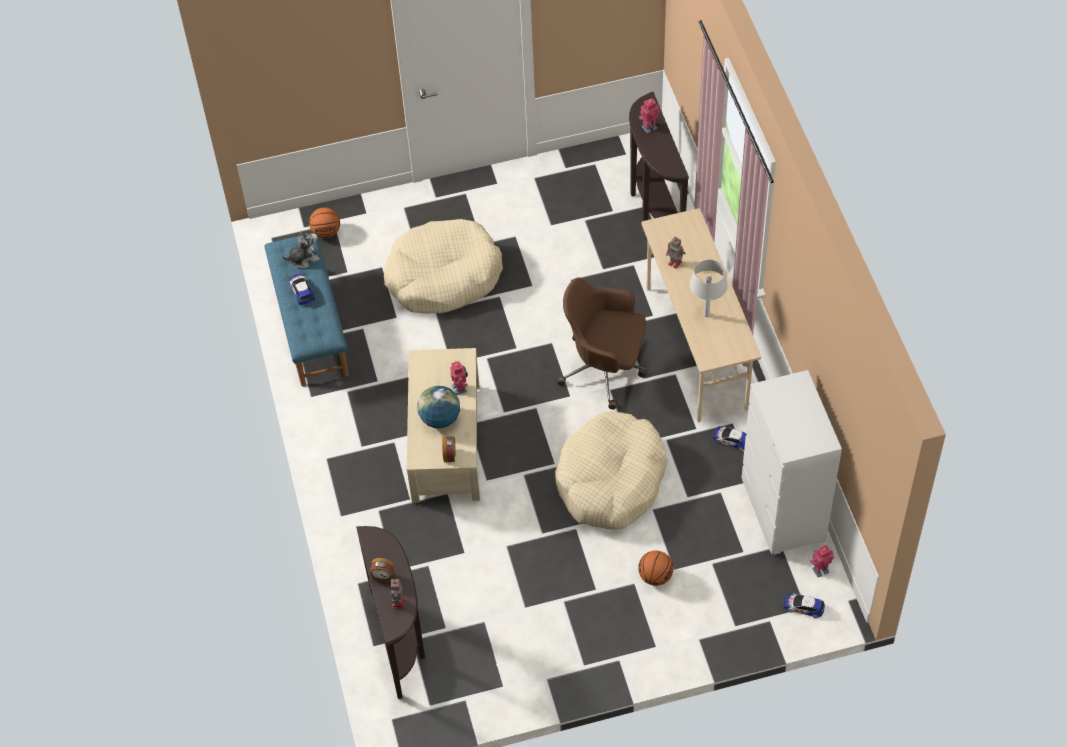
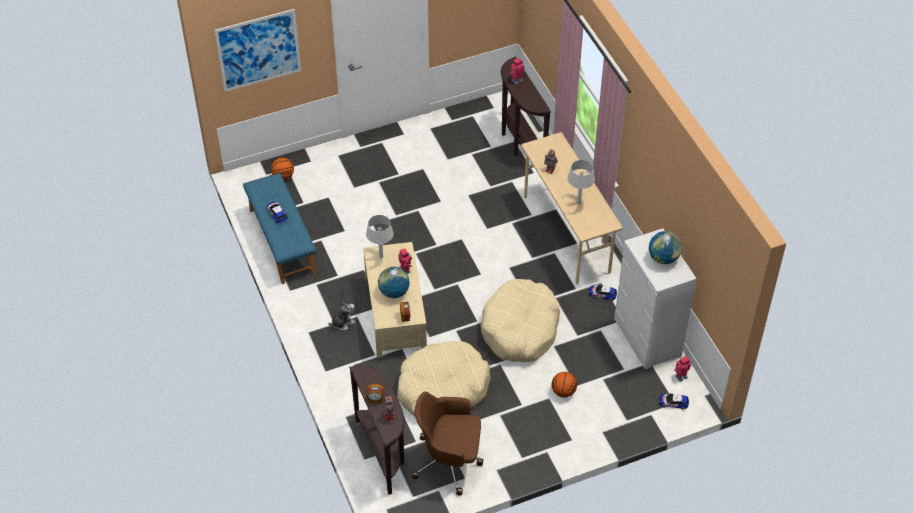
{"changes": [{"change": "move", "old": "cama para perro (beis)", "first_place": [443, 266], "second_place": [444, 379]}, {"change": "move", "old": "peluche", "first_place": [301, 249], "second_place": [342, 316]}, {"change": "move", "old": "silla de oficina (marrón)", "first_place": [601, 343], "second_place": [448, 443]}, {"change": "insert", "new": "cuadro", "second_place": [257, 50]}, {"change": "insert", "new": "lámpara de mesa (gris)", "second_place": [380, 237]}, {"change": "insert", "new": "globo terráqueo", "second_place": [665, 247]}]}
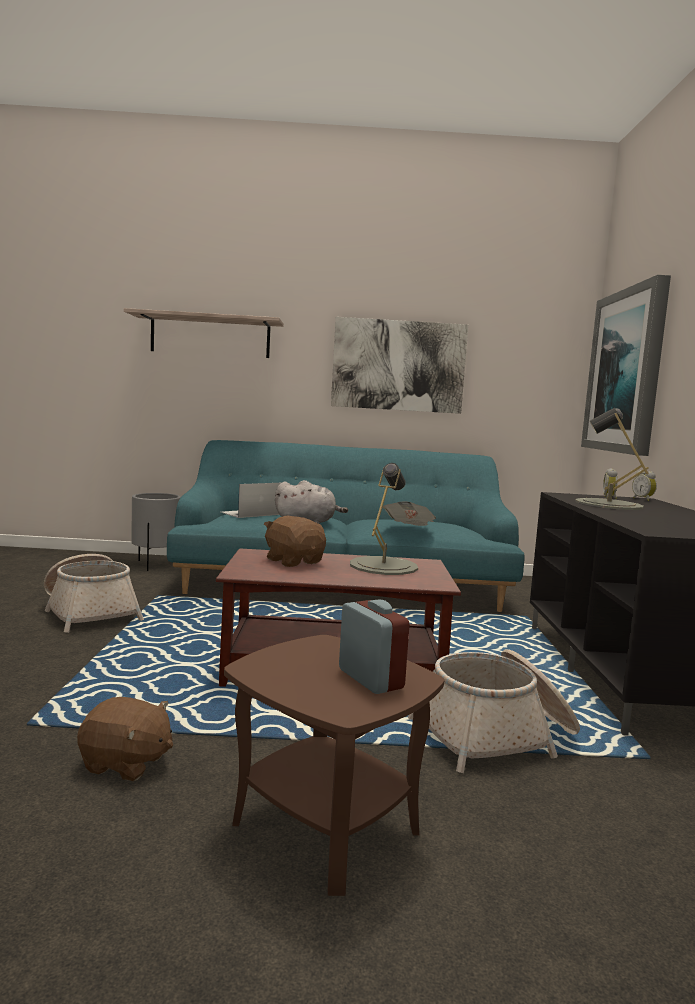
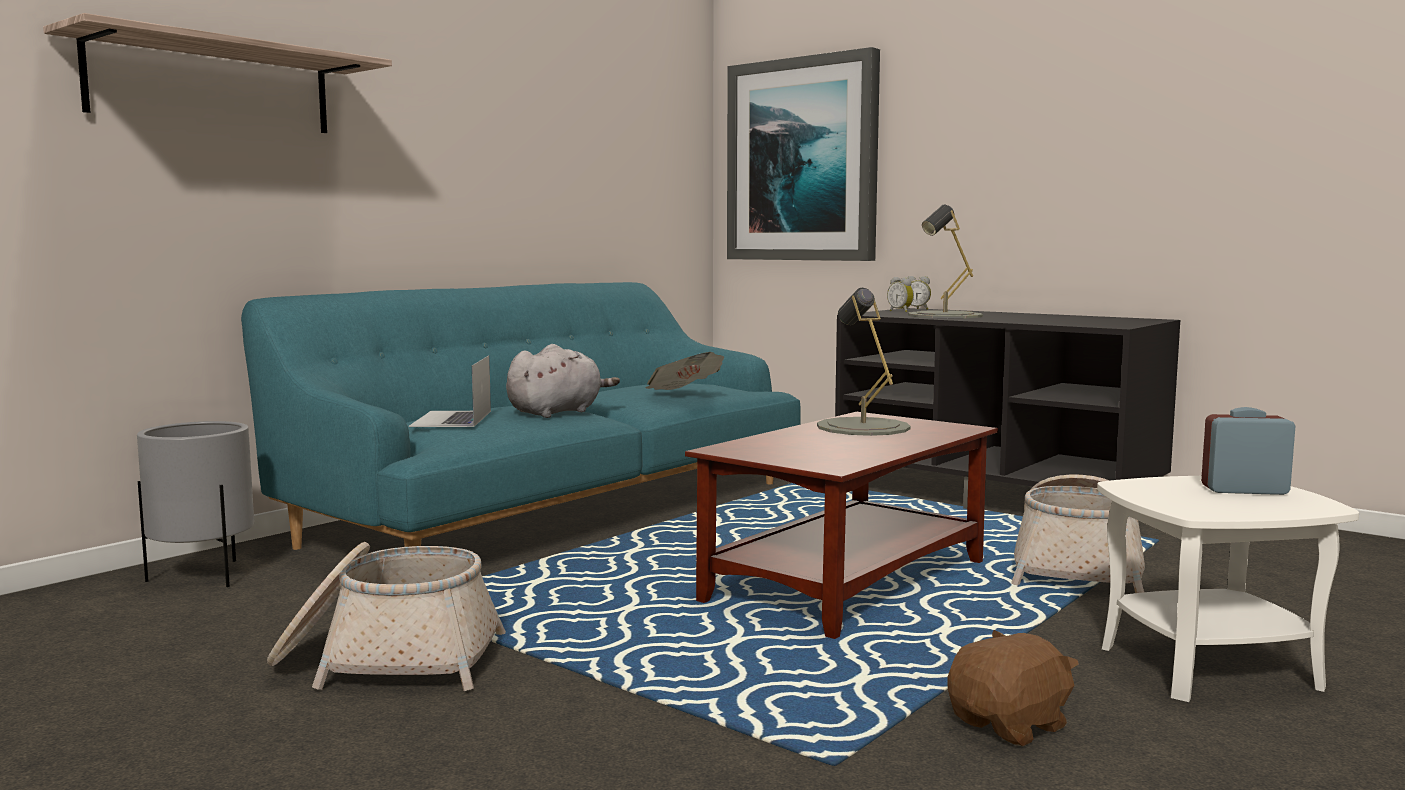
{"changes": [{"change": "delete", "old": "cuadro", "first_place": [399, 365]}, {"change": "delete", "old": "peluche (marrón)", "first_place": [295, 541]}, {"change": "recolor", "old": "mesa auxiliar (marrón)", "new": "mesa auxiliar (blanco)", "first_place": [334, 765], "second_place": [1228, 589]}]}
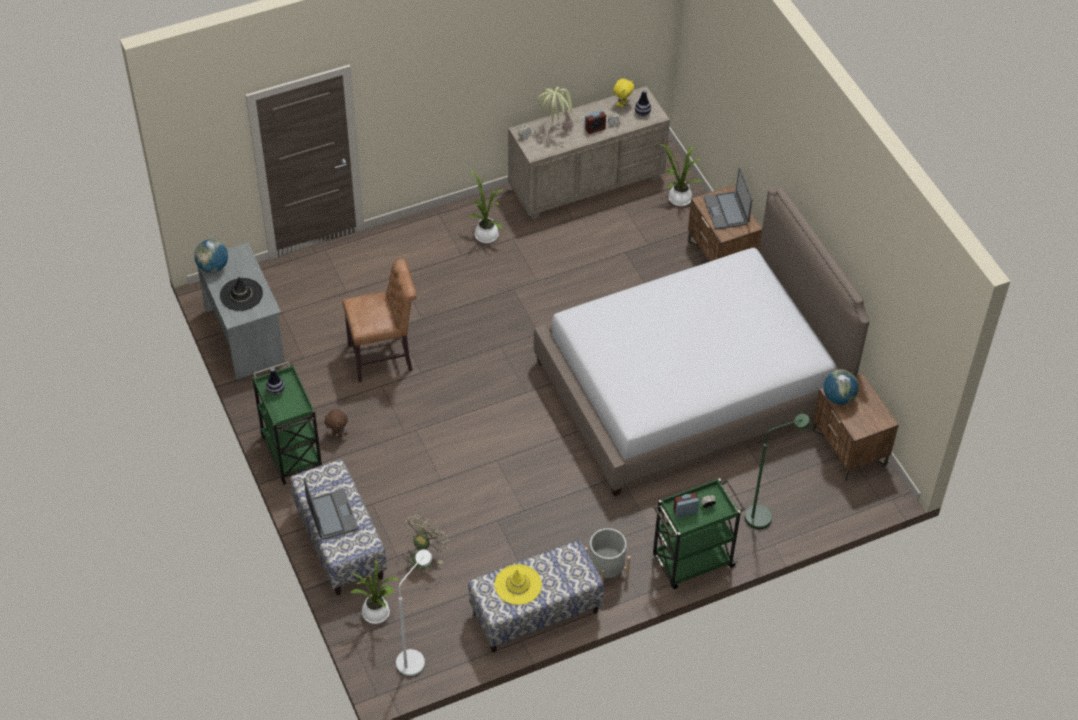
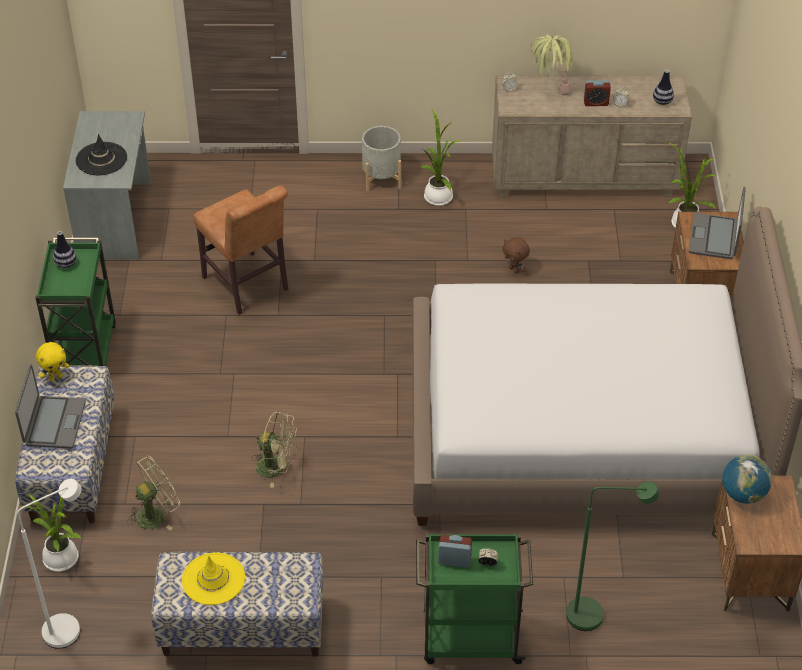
{"changes": [{"change": "move", "old": "peluche (amarillo)", "first_place": [623, 93], "second_place": [52, 361]}, {"change": "delete", "old": "globo terráqueo", "first_place": [211, 256]}, {"change": "rotate", "old": "silla (marrón)", "first_place": [379, 320], "second_place": [241, 250], "degrees": 45}, {"change": "move", "old": "peluche (marrón)", "first_place": [336, 423], "second_place": [516, 255]}, {"change": "move", "old": "maceta (gris)", "first_place": [607, 555], "second_place": [381, 159]}, {"change": "insert", "new": "ventilador (verde)", "second_place": [274, 449]}]}
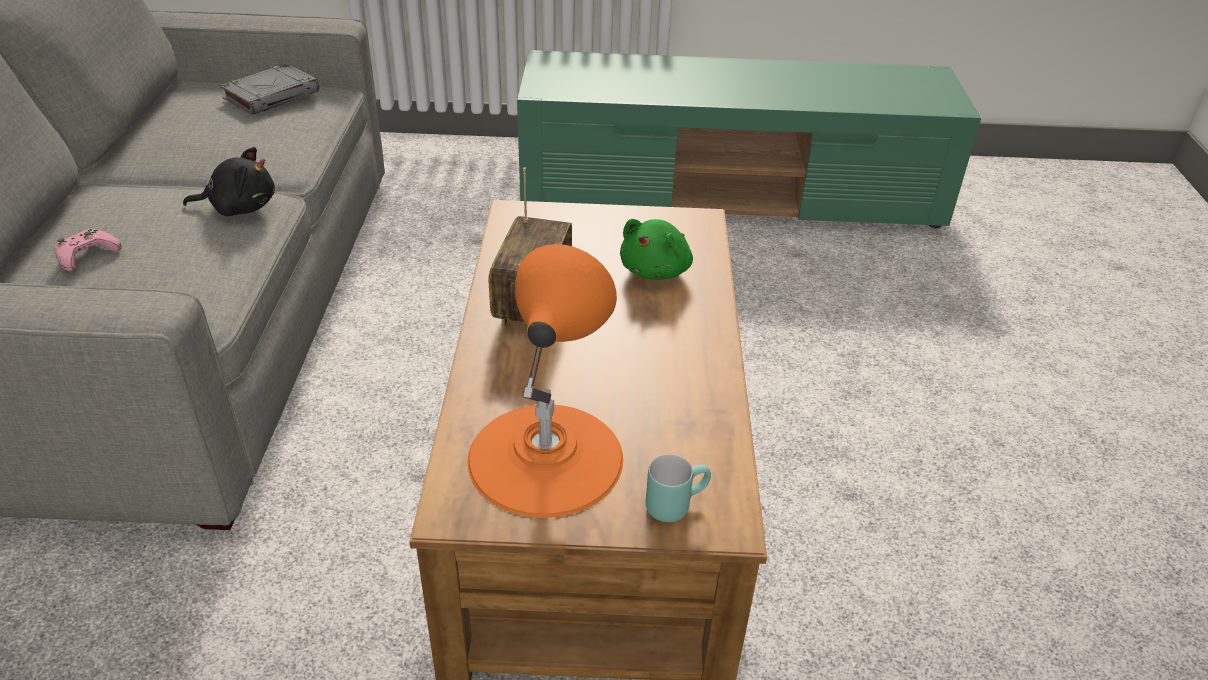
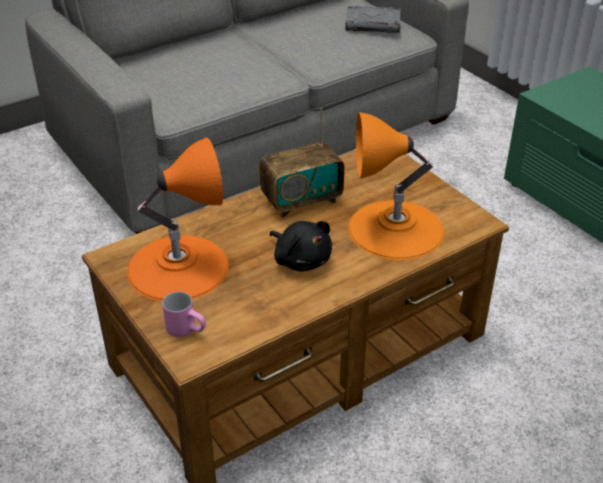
{"changes": [{"change": "move", "old": "peluche (negro)", "first_place": [229, 181], "second_place": [301, 246]}, {"change": "replace", "old": "peluche (verde)", "new": "lámpara de mesa (naranja)", "first_place": [656, 249], "second_place": [396, 186]}, {"change": "delete", "old": "mando de consola (rosa)", "first_place": [88, 250]}, {"change": "recolor", "old": "taza grande (turquesa)", "new": "taza grande (rosa)", "first_place": [678, 488], "second_place": [184, 314]}]}
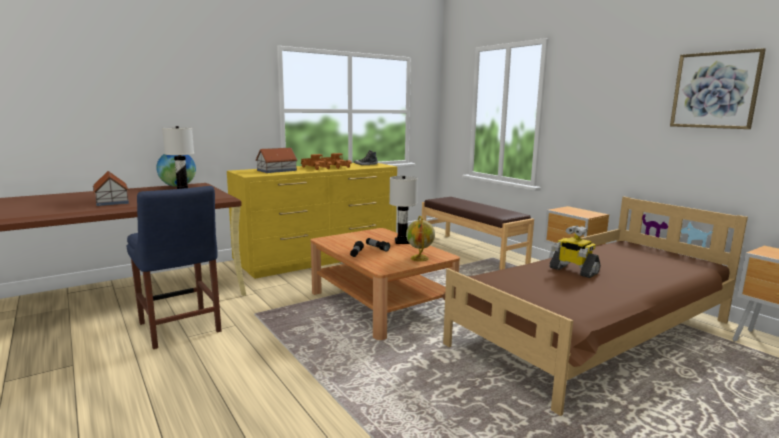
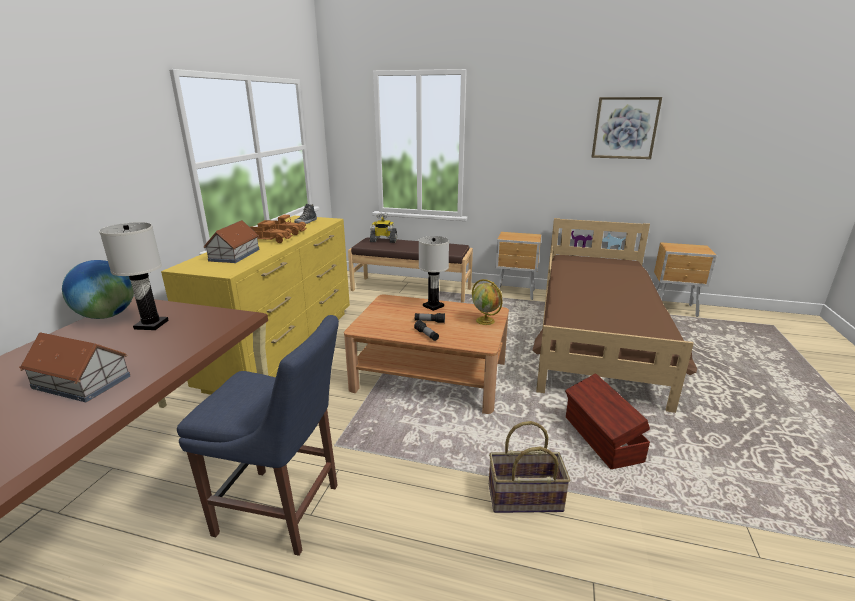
{"changes": [{"change": "move", "old": "robot de juguete", "first_place": [575, 251], "second_place": [383, 227]}, {"change": "insert", "new": "caja de almacenaje (marrón)", "second_place": [607, 421]}, {"change": "insert", "new": "cesta", "second_place": [529, 467]}]}
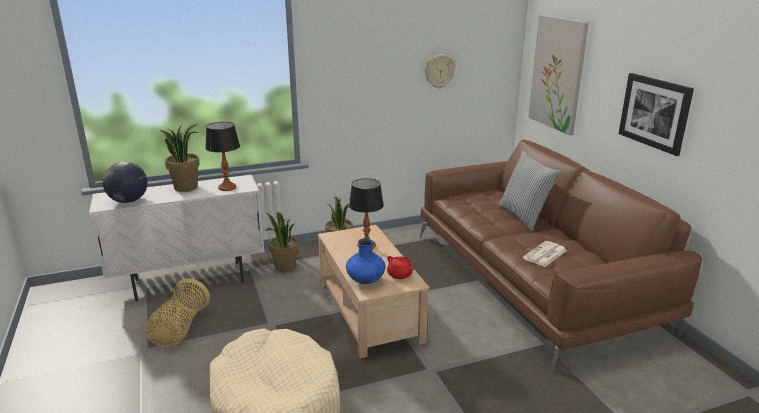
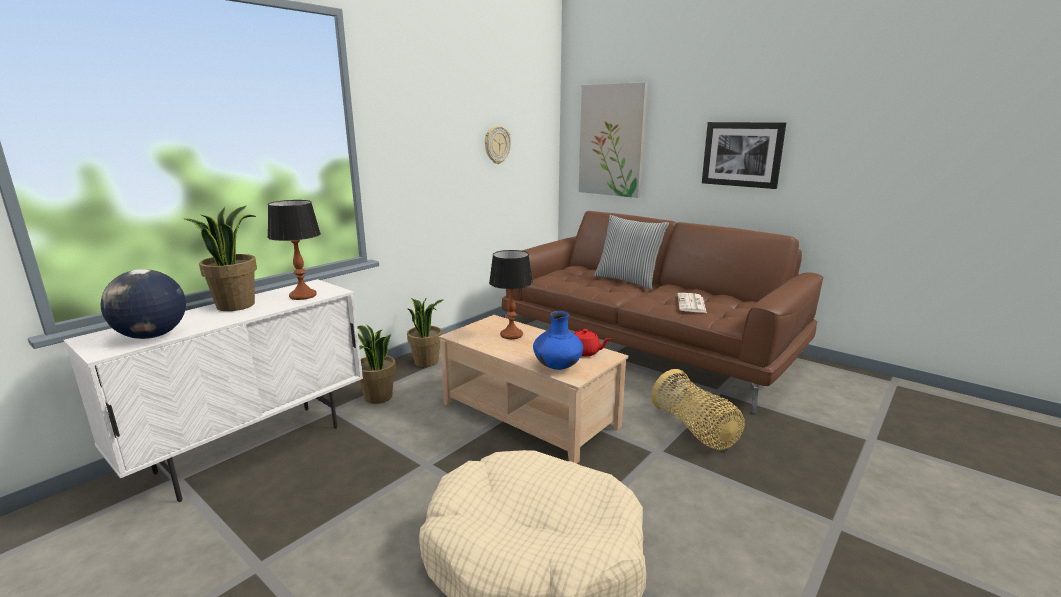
{"changes": [{"change": "move", "old": "cesta", "first_place": [177, 313], "second_place": [698, 409]}]}
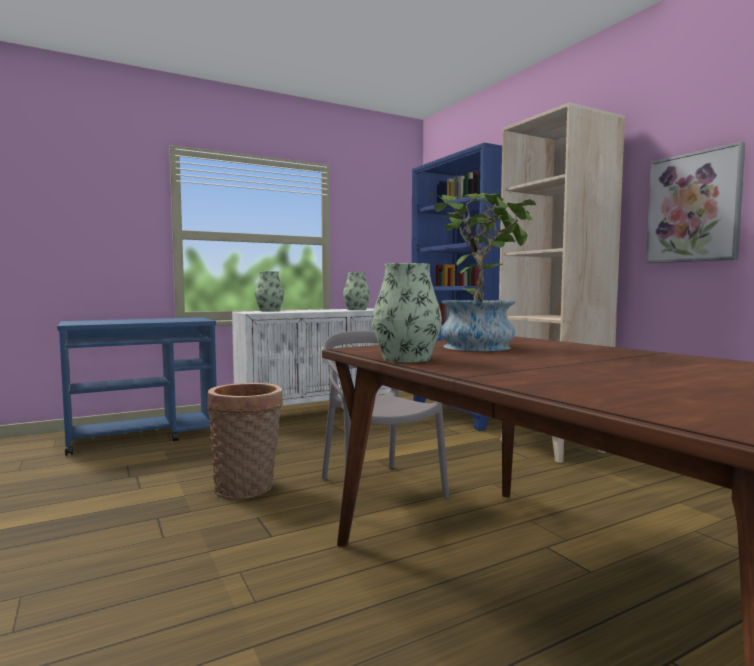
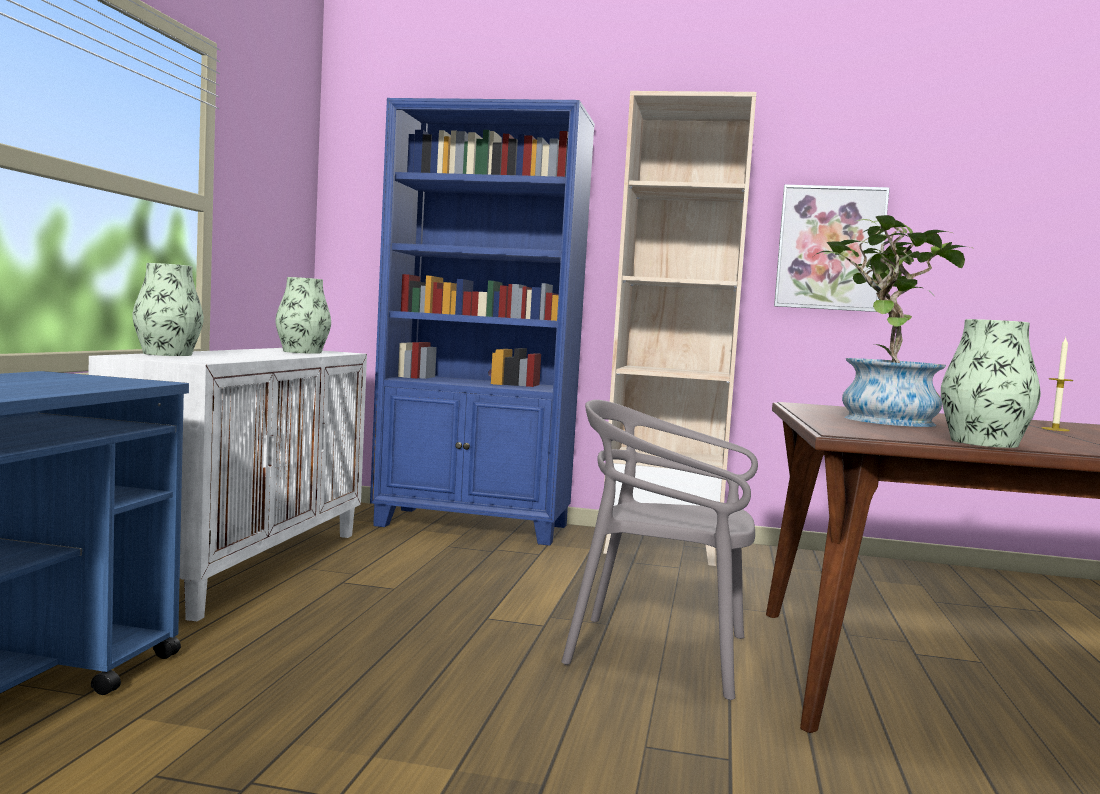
{"changes": [{"change": "delete", "old": "cesta", "first_place": [245, 441]}, {"change": "insert", "new": "vela", "second_place": [1057, 384]}]}
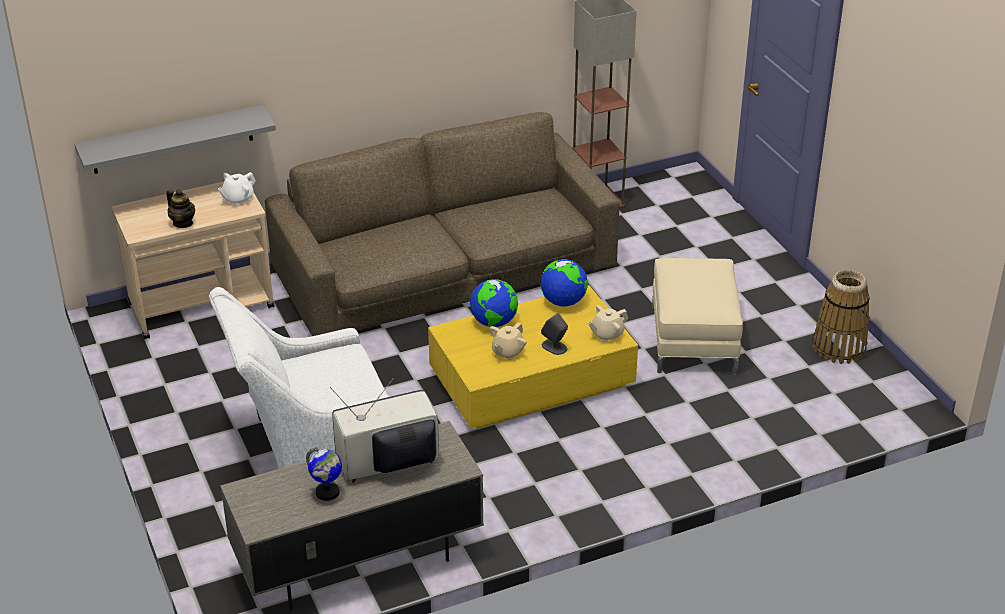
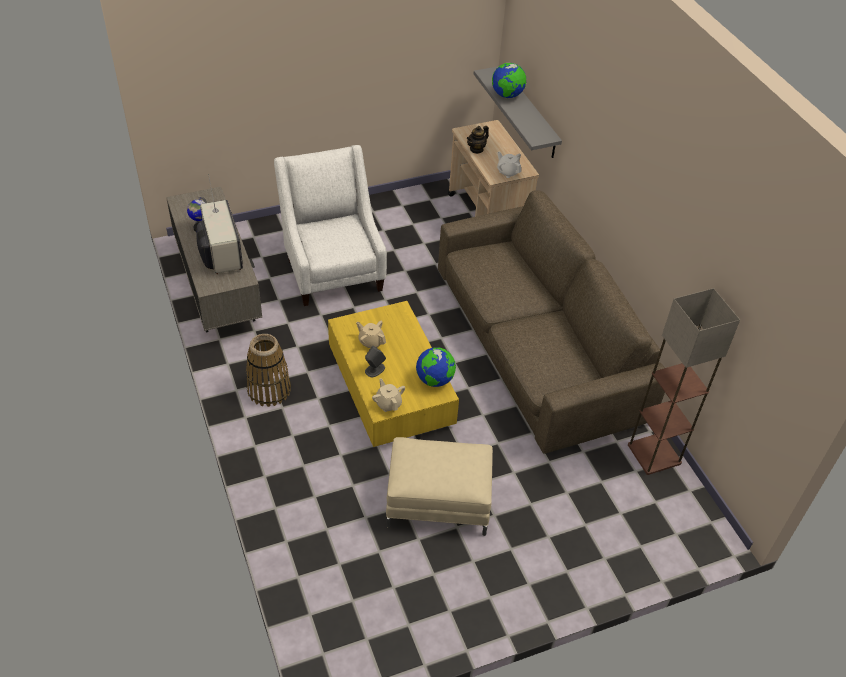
{"changes": [{"change": "move", "old": "cesta", "first_place": [841, 317], "second_place": [268, 370]}, {"change": "move", "old": "globo terráqueo", "first_place": [494, 303], "second_place": [509, 80]}]}
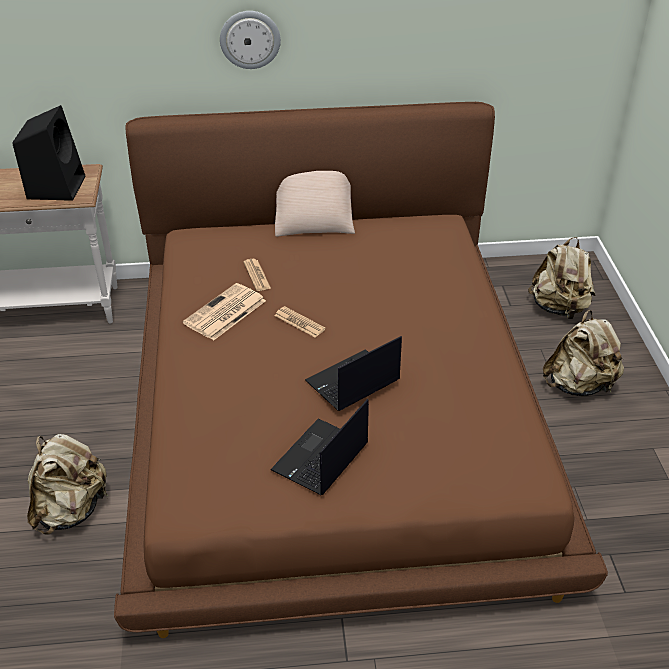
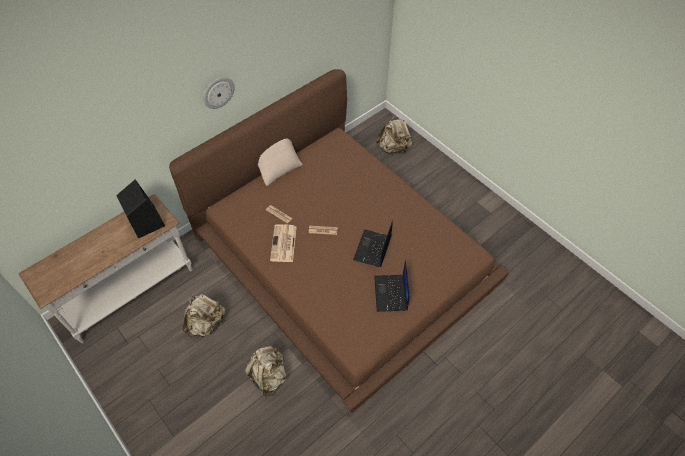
{"changes": [{"change": "move", "old": "mochila (beis)", "first_place": [583, 353], "second_place": [204, 316]}]}
